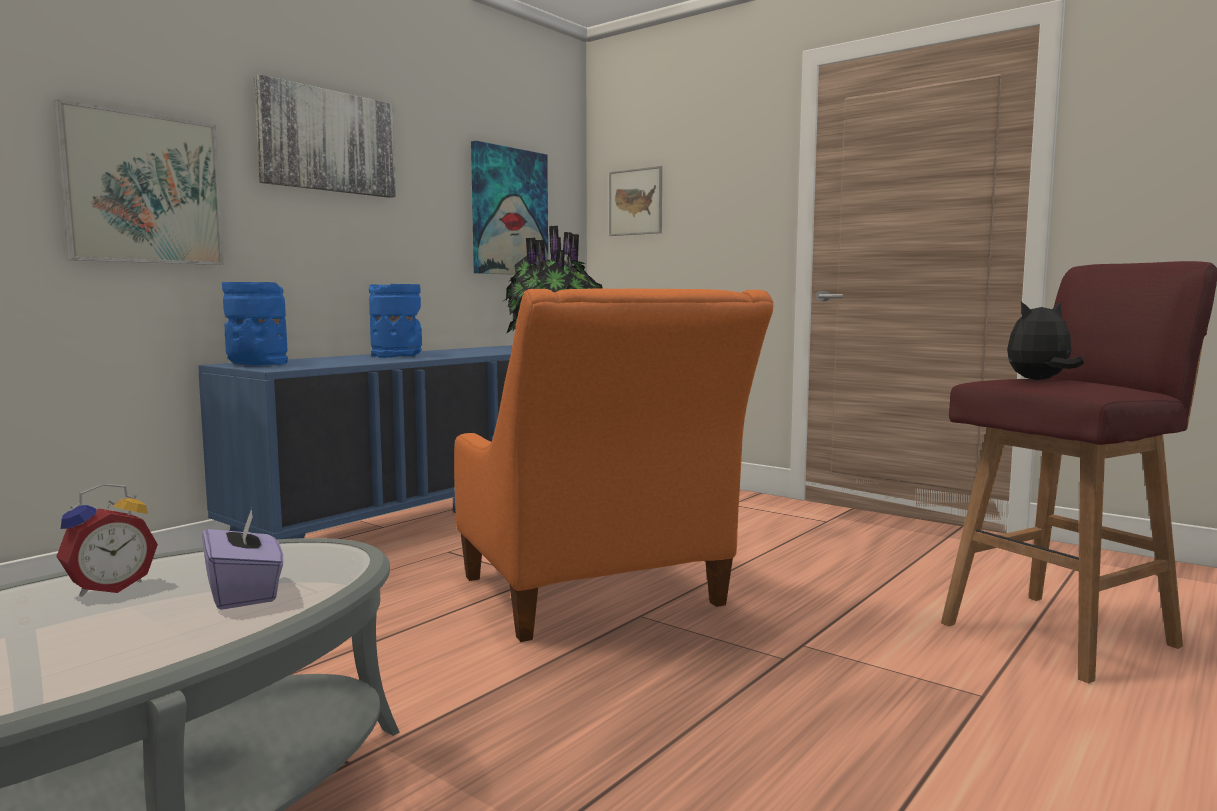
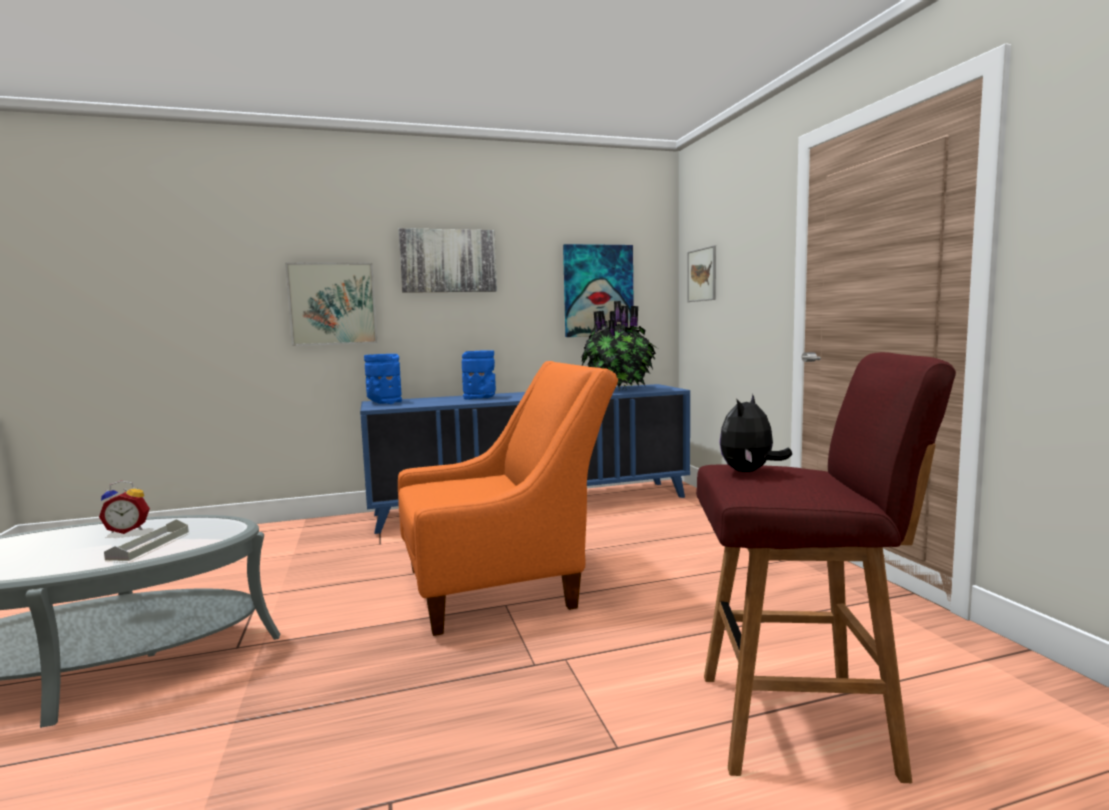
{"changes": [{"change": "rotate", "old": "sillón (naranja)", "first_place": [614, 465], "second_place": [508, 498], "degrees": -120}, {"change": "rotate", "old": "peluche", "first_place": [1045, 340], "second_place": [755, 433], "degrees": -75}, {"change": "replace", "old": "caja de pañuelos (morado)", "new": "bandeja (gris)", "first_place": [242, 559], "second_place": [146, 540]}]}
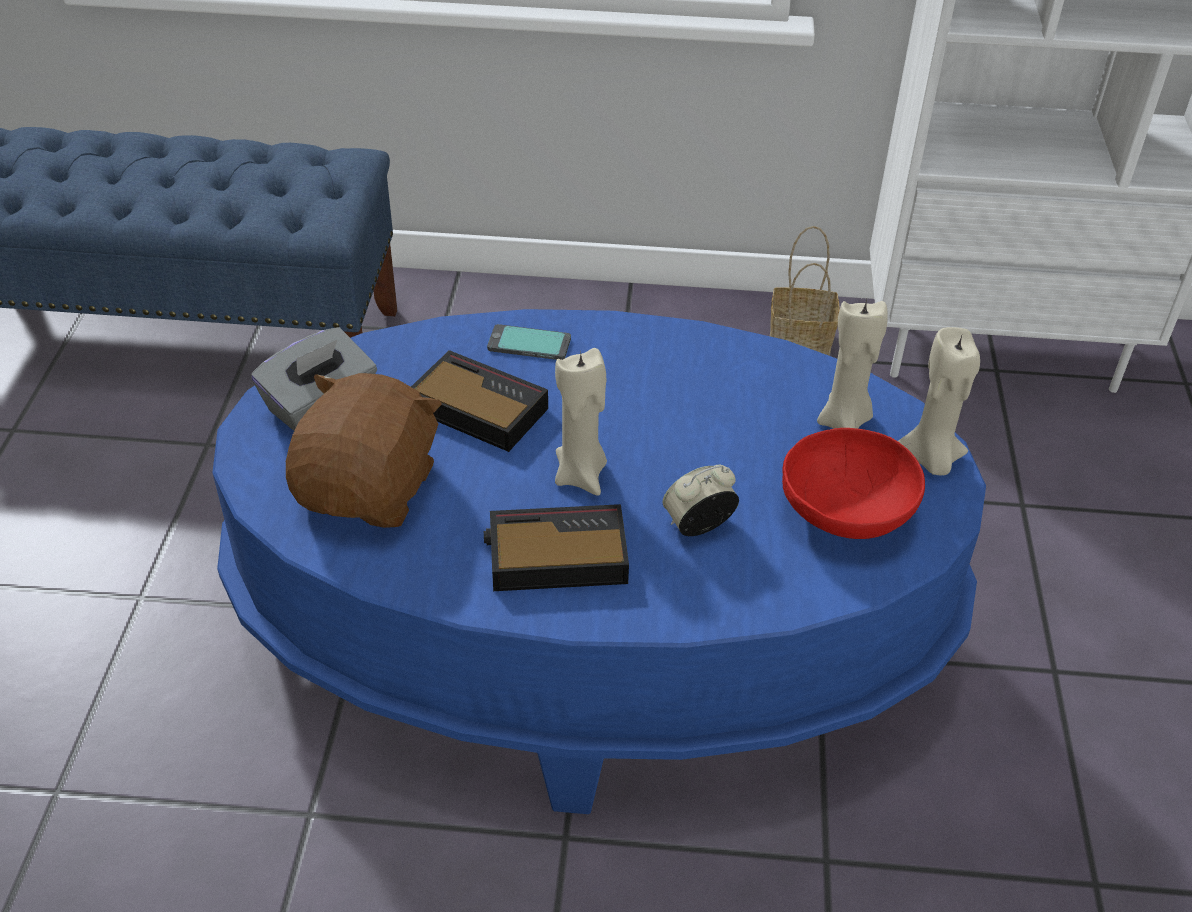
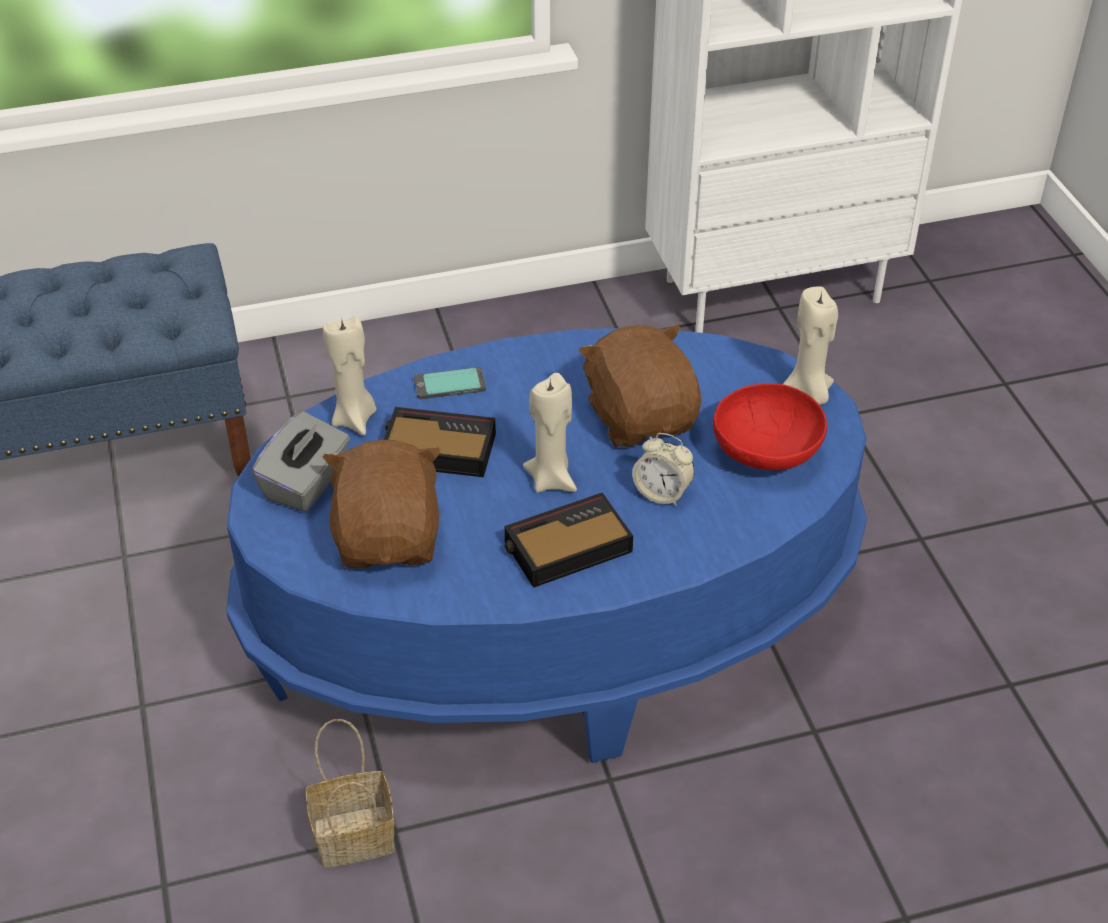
{"changes": [{"change": "move", "old": "cesta", "first_place": [805, 291], "second_place": [350, 793]}, {"change": "move", "old": "vela (beis)", "first_place": [852, 364], "second_place": [350, 375]}, {"change": "rotate", "old": "despertador", "first_place": [700, 500], "second_place": [663, 469], "degrees": -105}, {"change": "insert", "new": "peluche (marrón)", "second_place": [640, 386]}]}
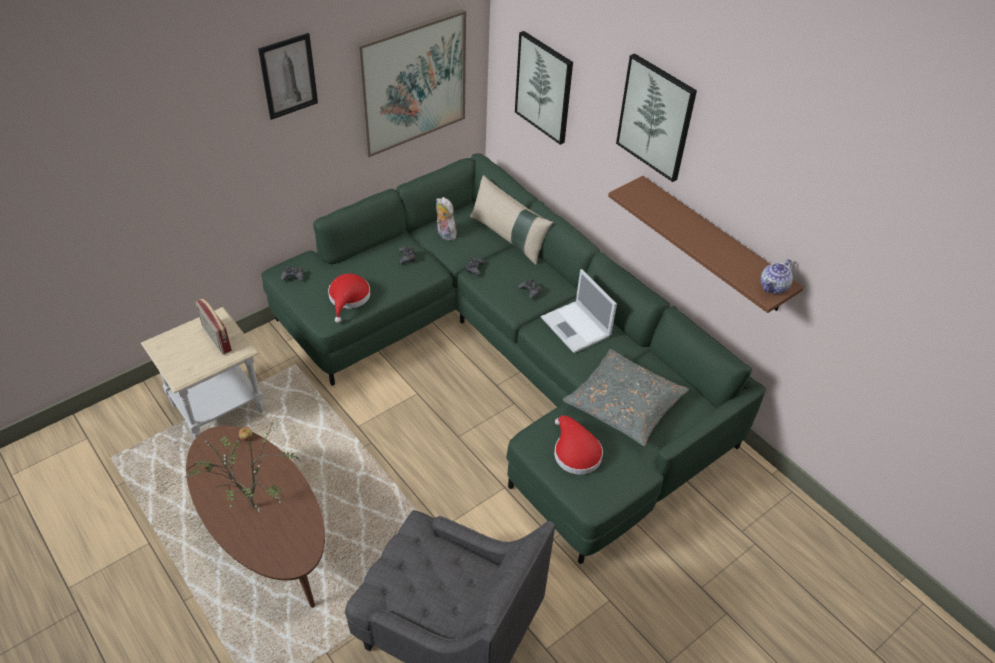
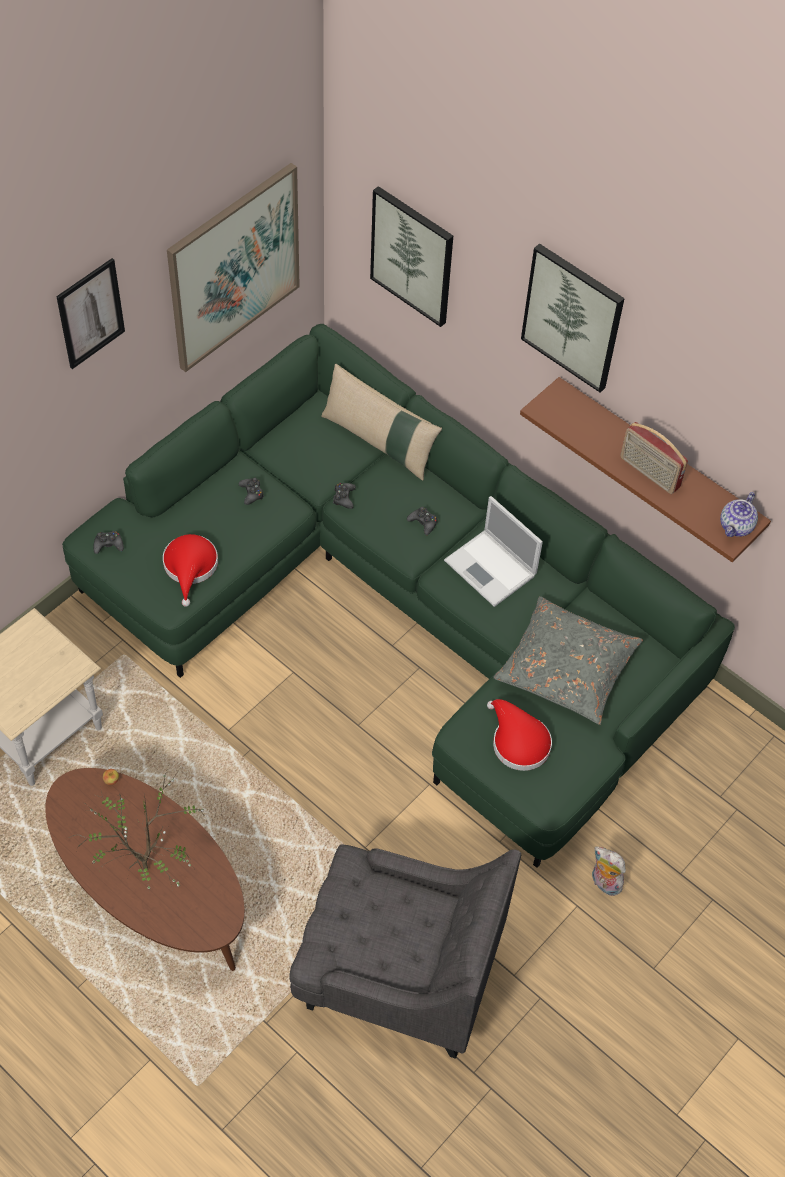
{"changes": [{"change": "move", "old": "peluche", "first_place": [446, 219], "second_place": [609, 871]}, {"change": "move", "old": "radio", "first_place": [213, 326], "second_place": [654, 458]}]}
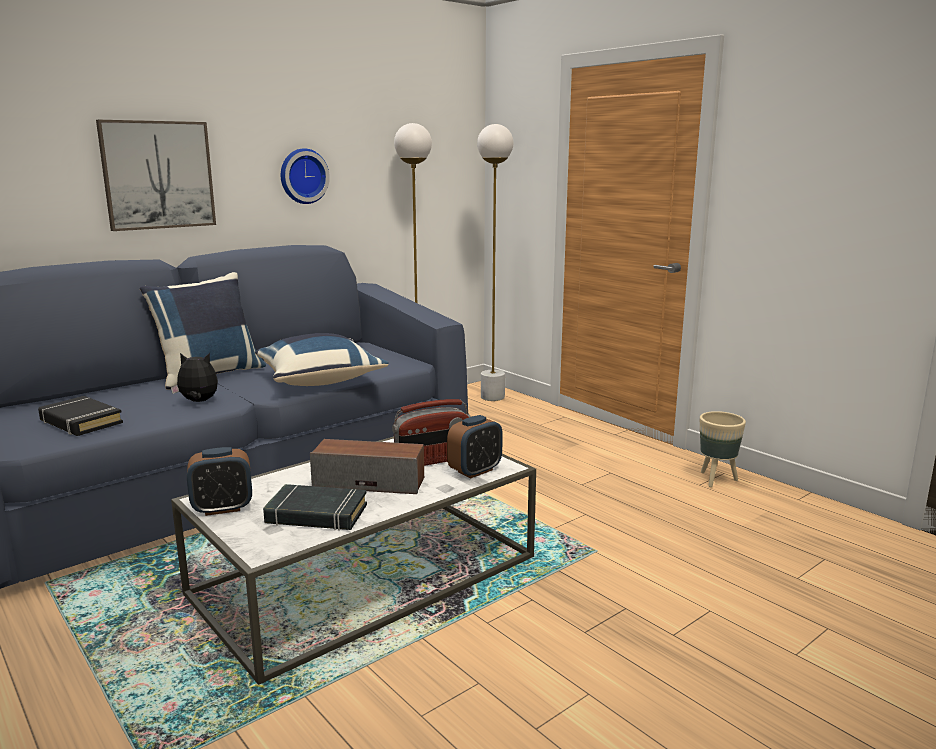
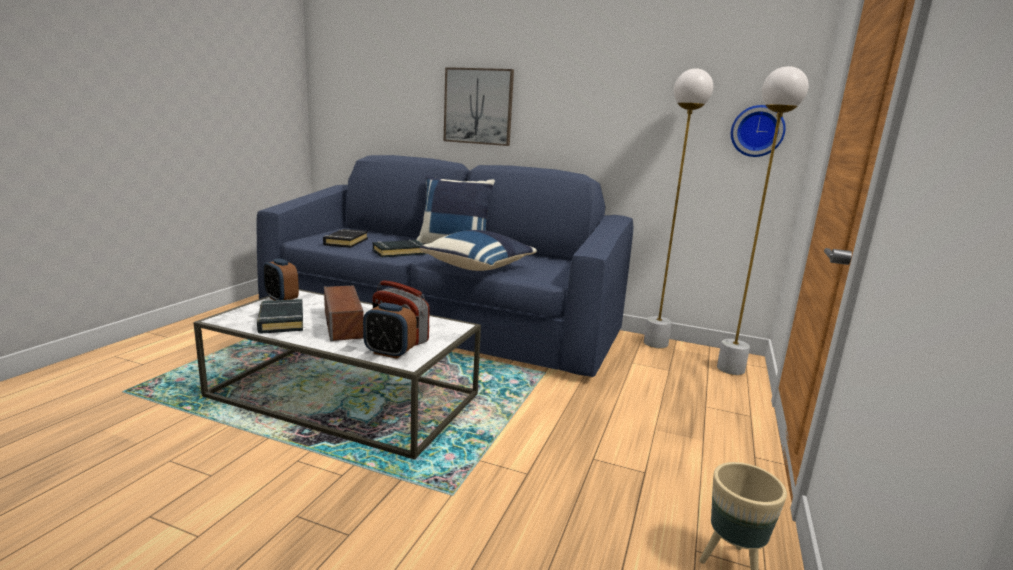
{"changes": [{"change": "move", "old": "reloj de pared", "first_place": [305, 176], "second_place": [758, 131]}, {"change": "replace", "old": "peluche", "new": "libro (negro)", "first_place": [194, 377], "second_place": [399, 249]}]}
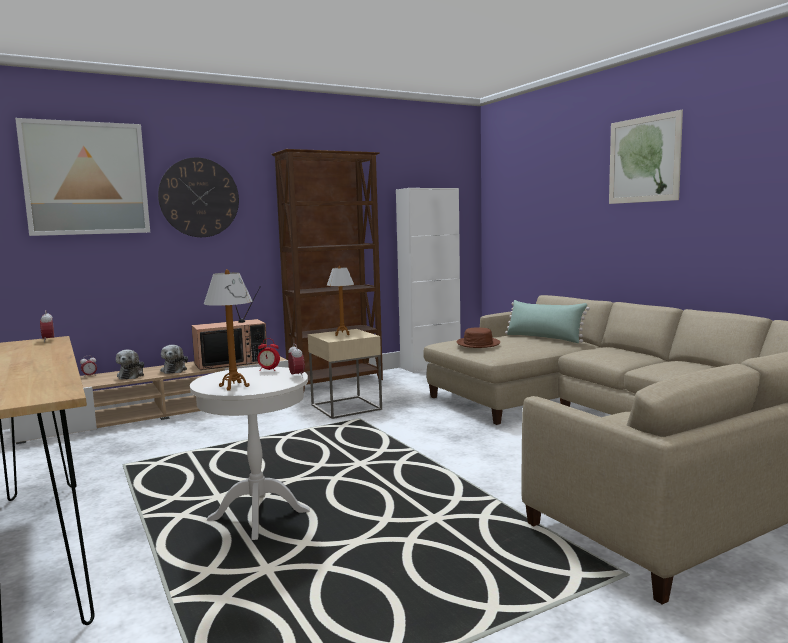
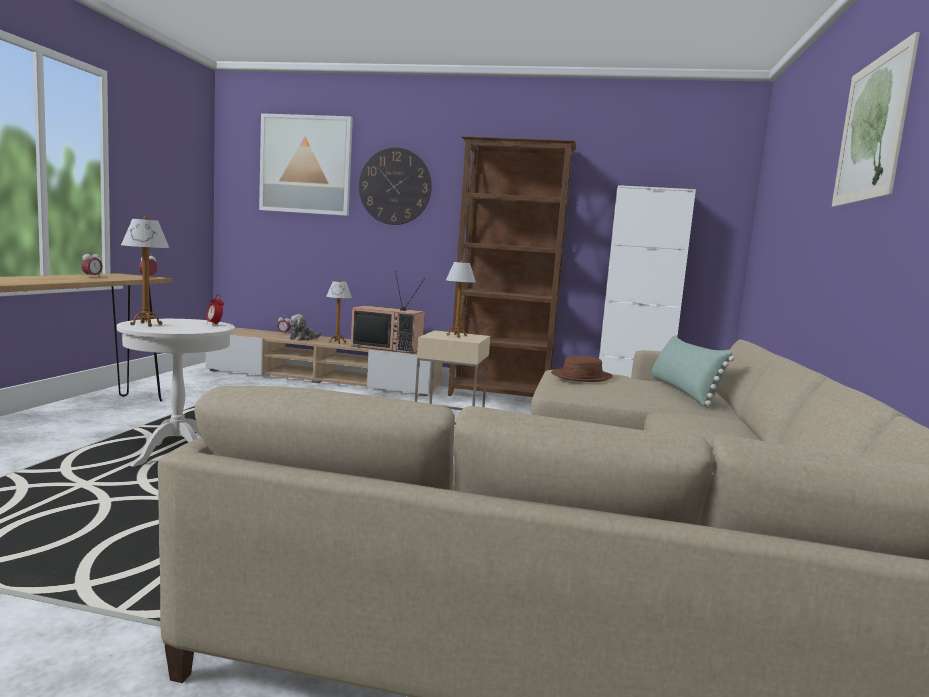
{"changes": [{"change": "move", "old": "despertador", "first_place": [296, 360], "second_place": [92, 264]}, {"change": "replace", "old": "peluche", "new": "lámpara de mesa", "first_place": [174, 359], "second_place": [339, 312]}]}
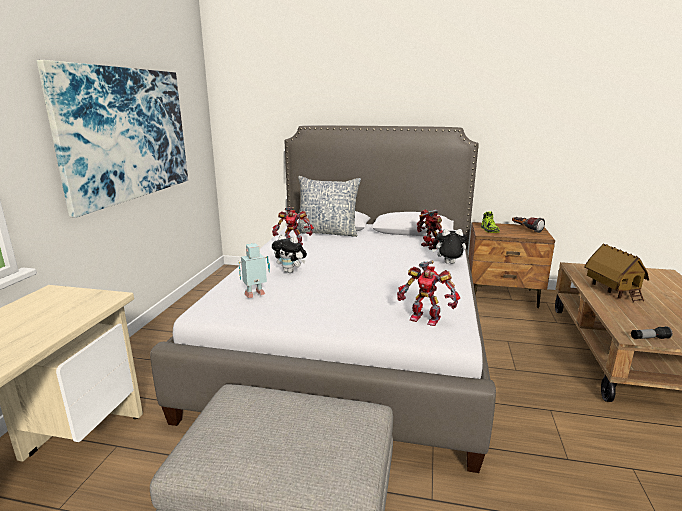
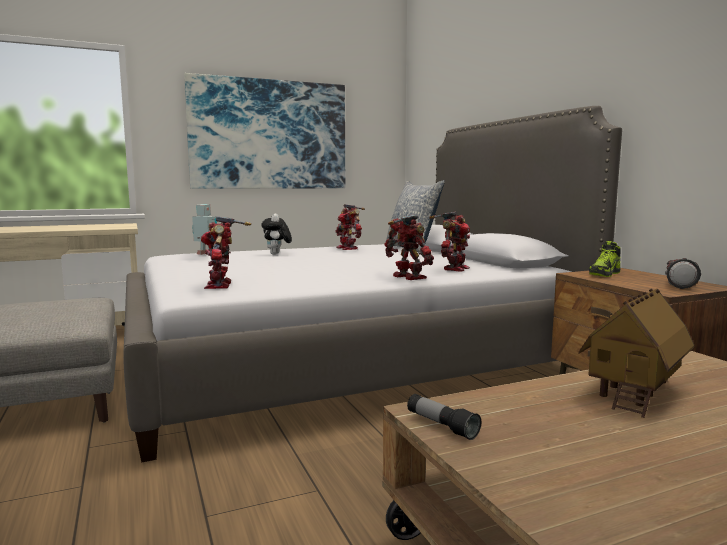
{"changes": [{"change": "replace", "old": "peluche", "new": "robot de juguete", "first_place": [449, 246], "second_place": [409, 247]}]}
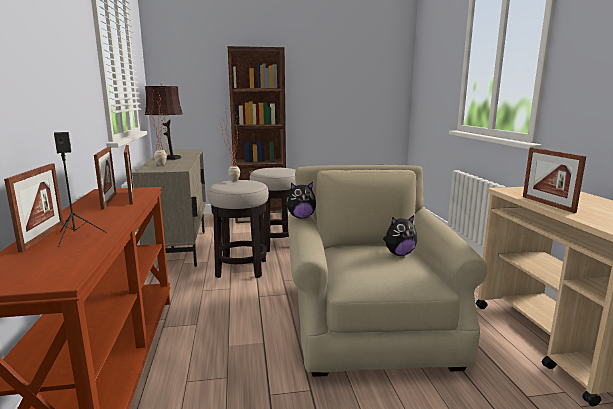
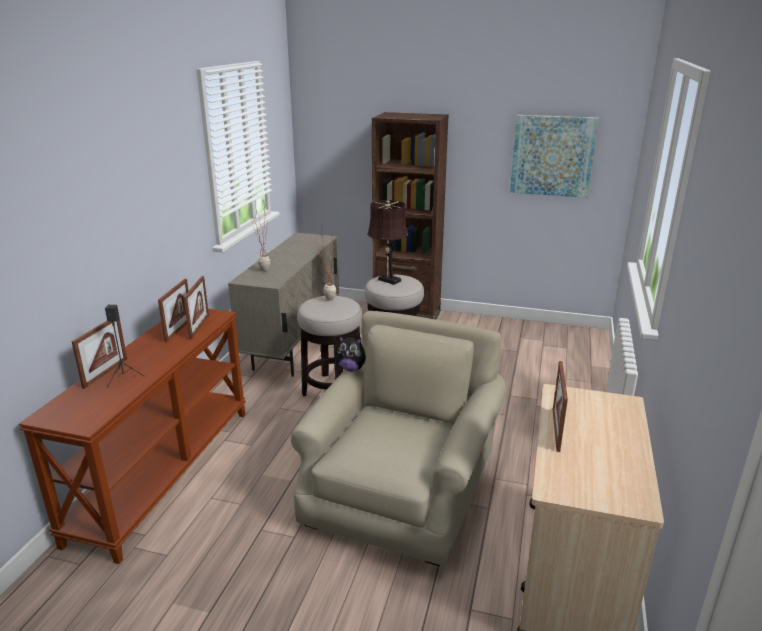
{"changes": [{"change": "move", "old": "lámpara de mesa (marrón)", "first_place": [164, 121], "second_place": [387, 242]}, {"change": "delete", "old": "peluche", "first_place": [400, 235]}, {"change": "insert", "new": "cuadro", "second_place": [554, 156]}]}
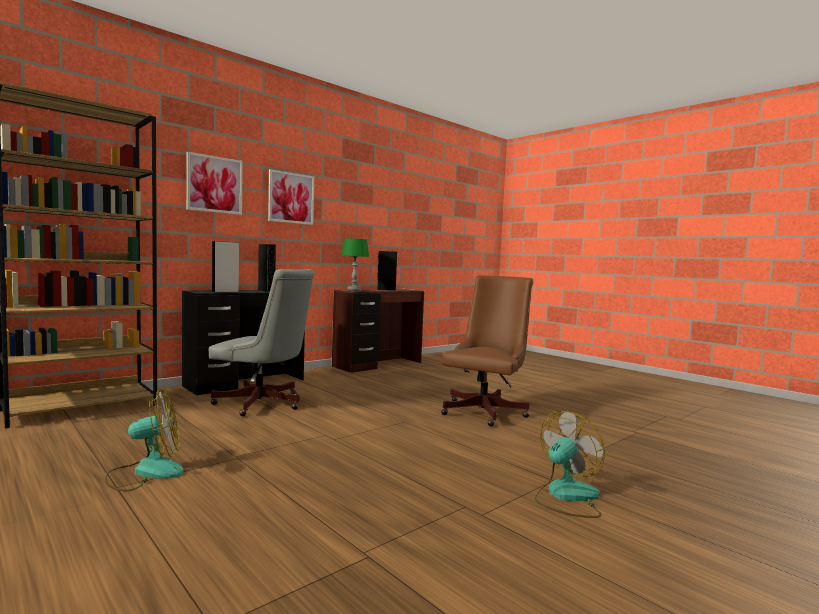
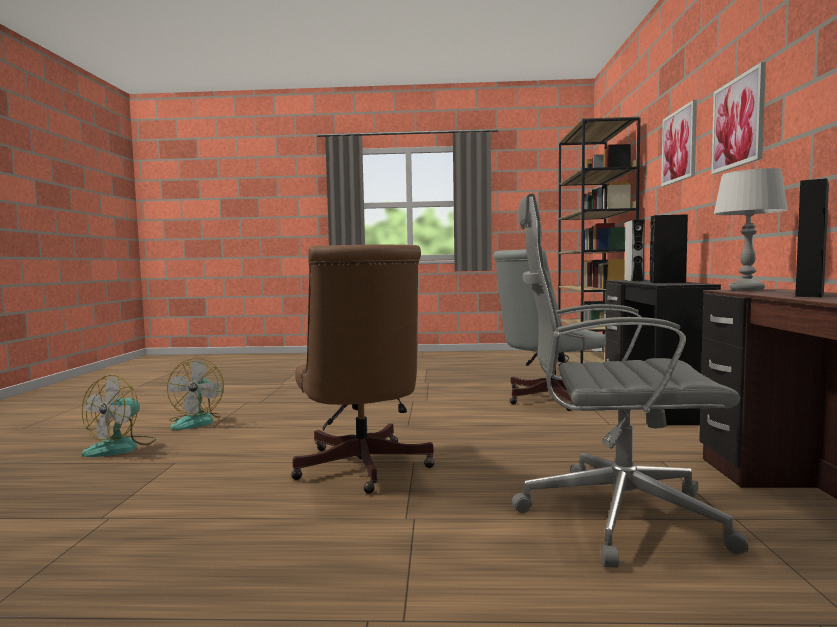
{"changes": [{"change": "recolor", "old": "lámpara de mesa (verde)", "new": "lámpara de mesa (gris)", "first_place": [355, 265], "second_place": [750, 229]}, {"change": "move", "old": "ventilador", "first_place": [144, 440], "second_place": [119, 416]}, {"change": "insert", "new": "silla de oficina (gris)", "second_place": [630, 380]}]}
